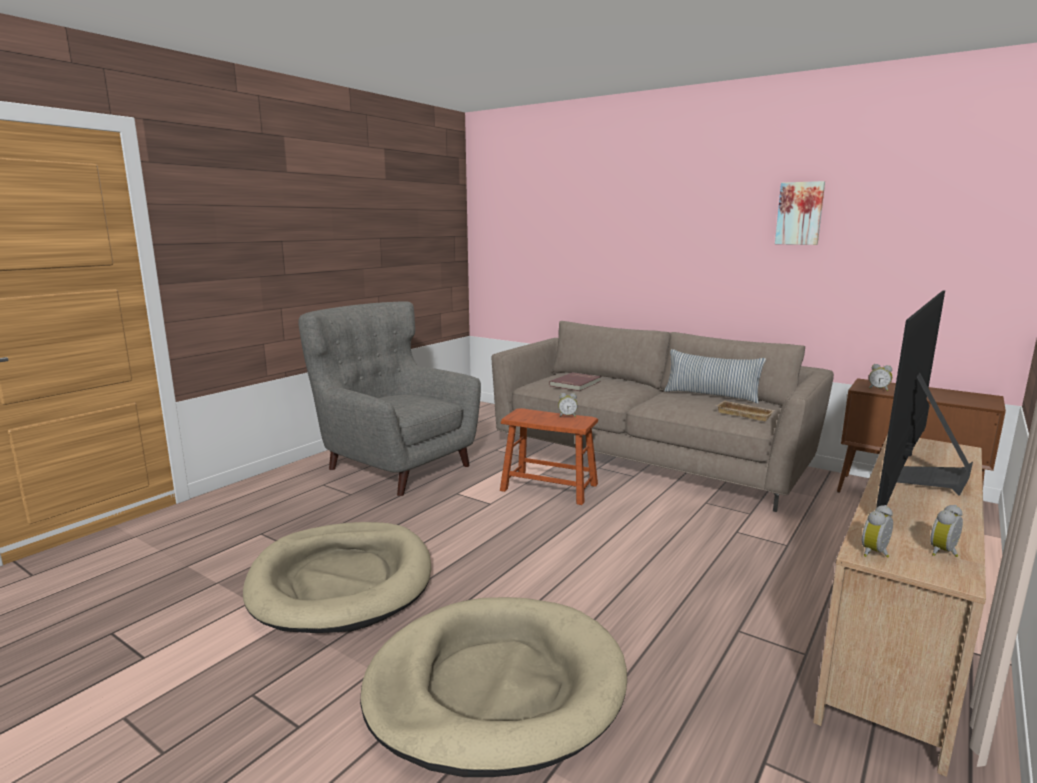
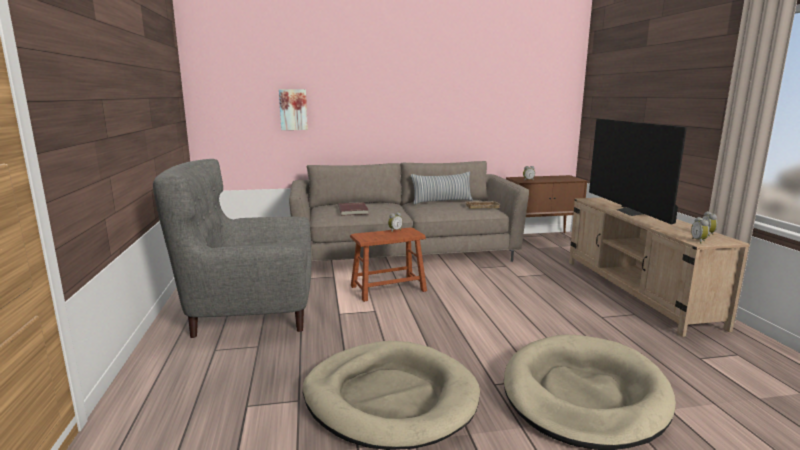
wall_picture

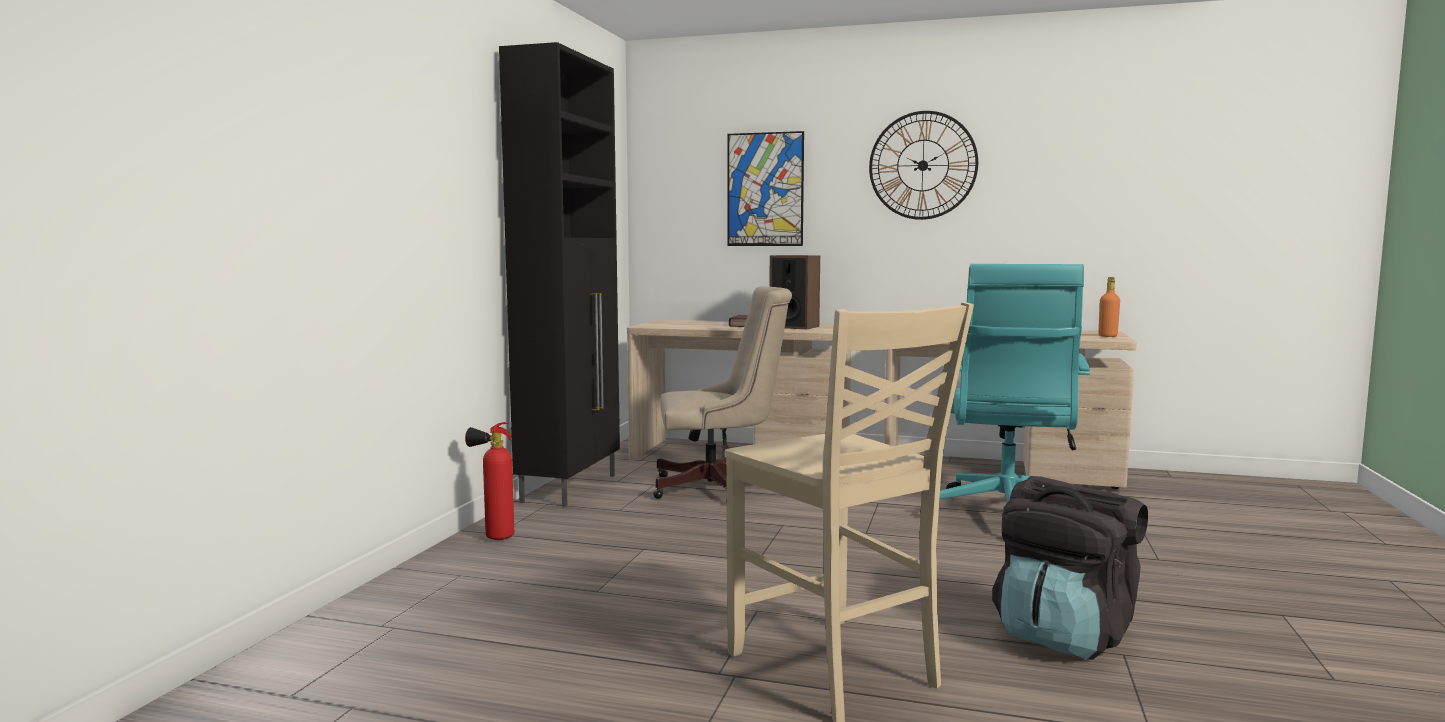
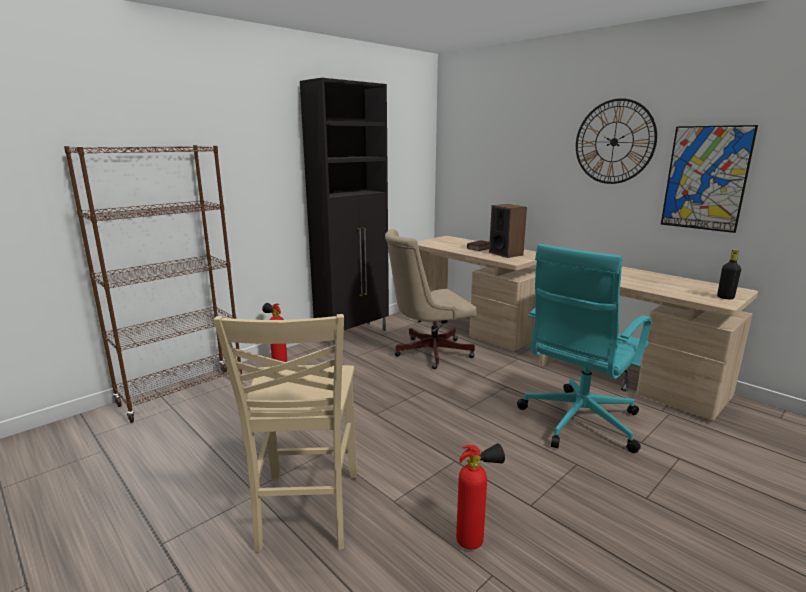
brown_bookshelf
wall_picture
extinguisher (no. 2 from left)
black-coloured_drink_bottle
beige-coloured_computer_chair

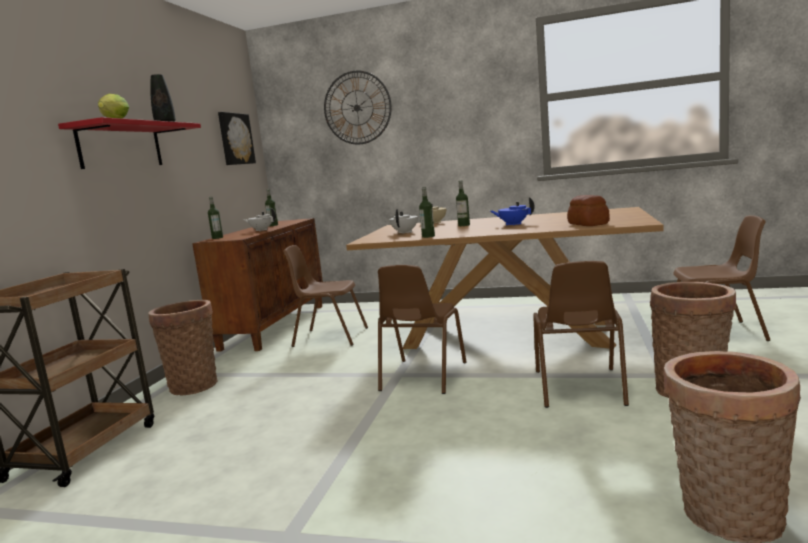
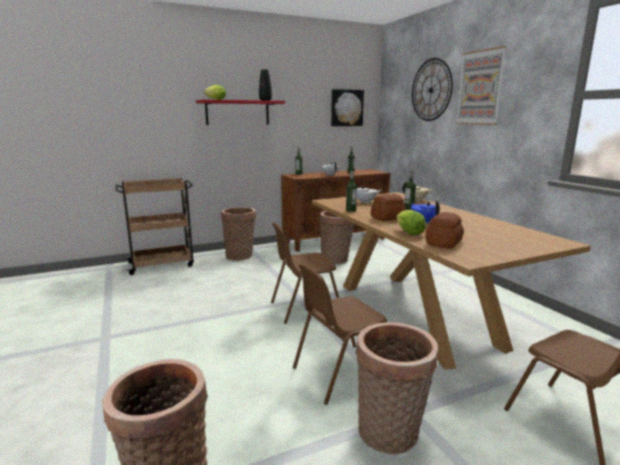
baked_bread (no. 1 from left)
lettuce (no. 2 from left)
wall_picture (no. 2 from left)
household_basket (no. 3 from left)

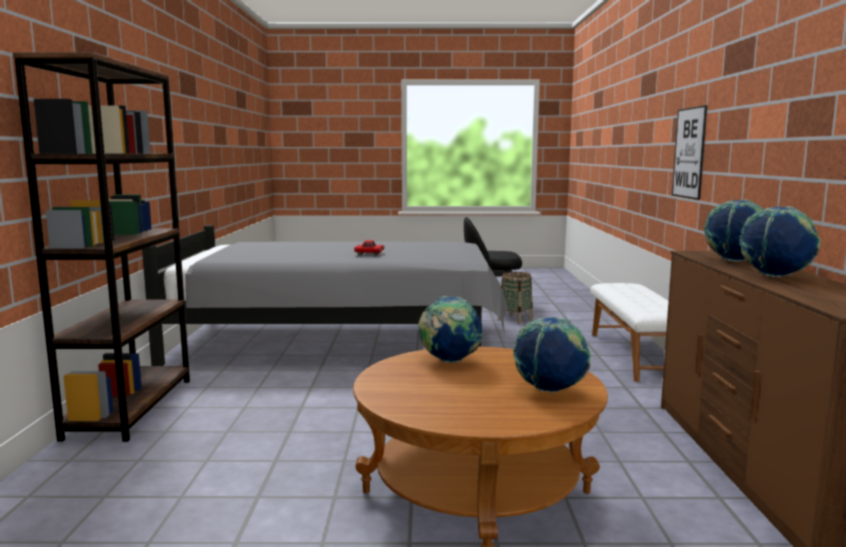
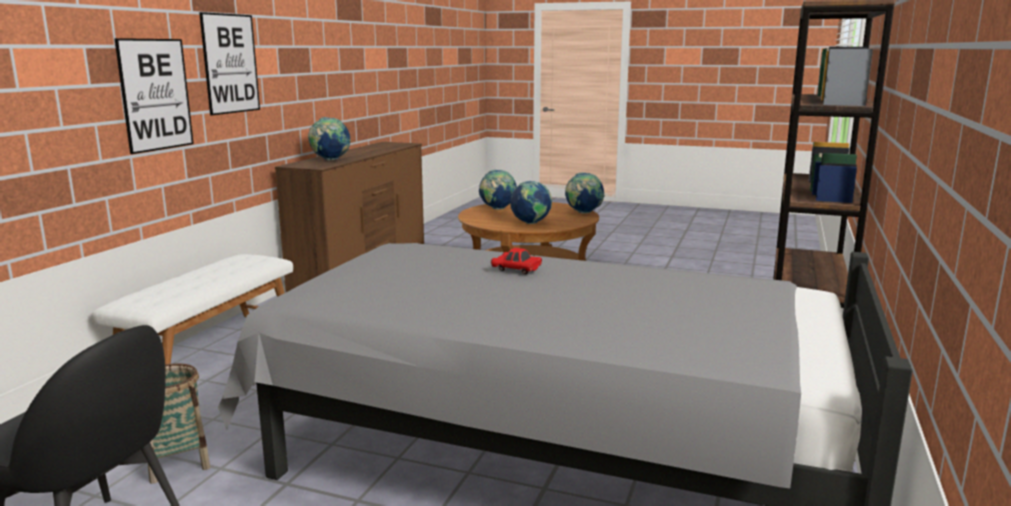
wall_picture (no. 2 from left)
desk_globe (no. 4 from left)

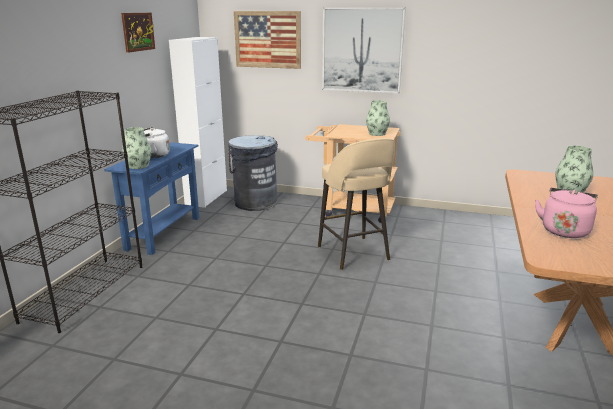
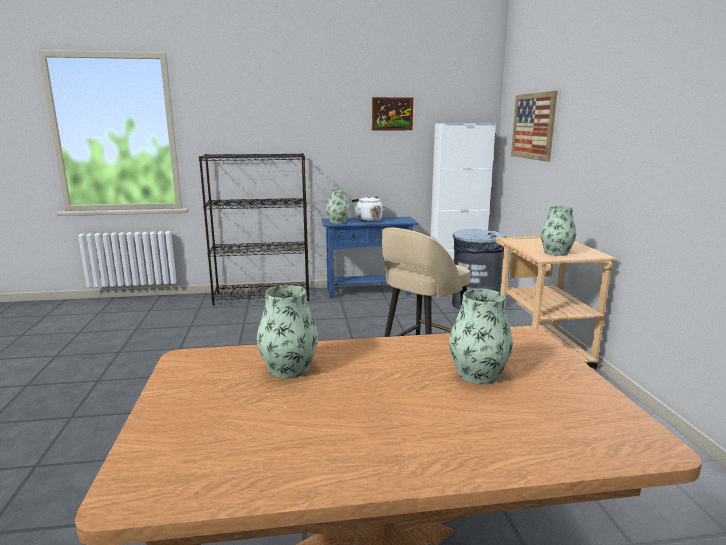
wall_picture (no. 3 from left in the first image)
flower_vase (no. 1 from left)

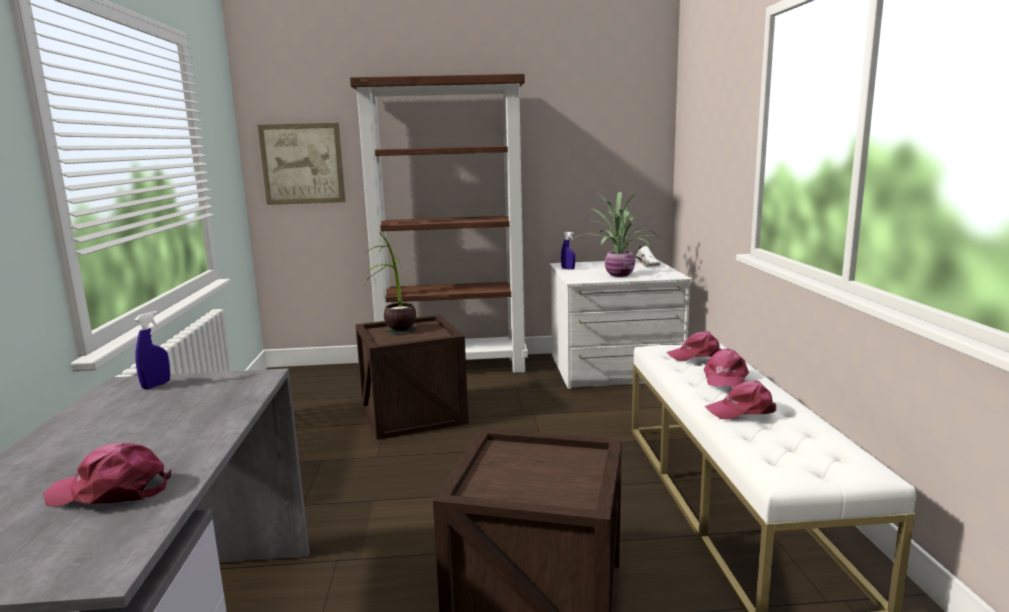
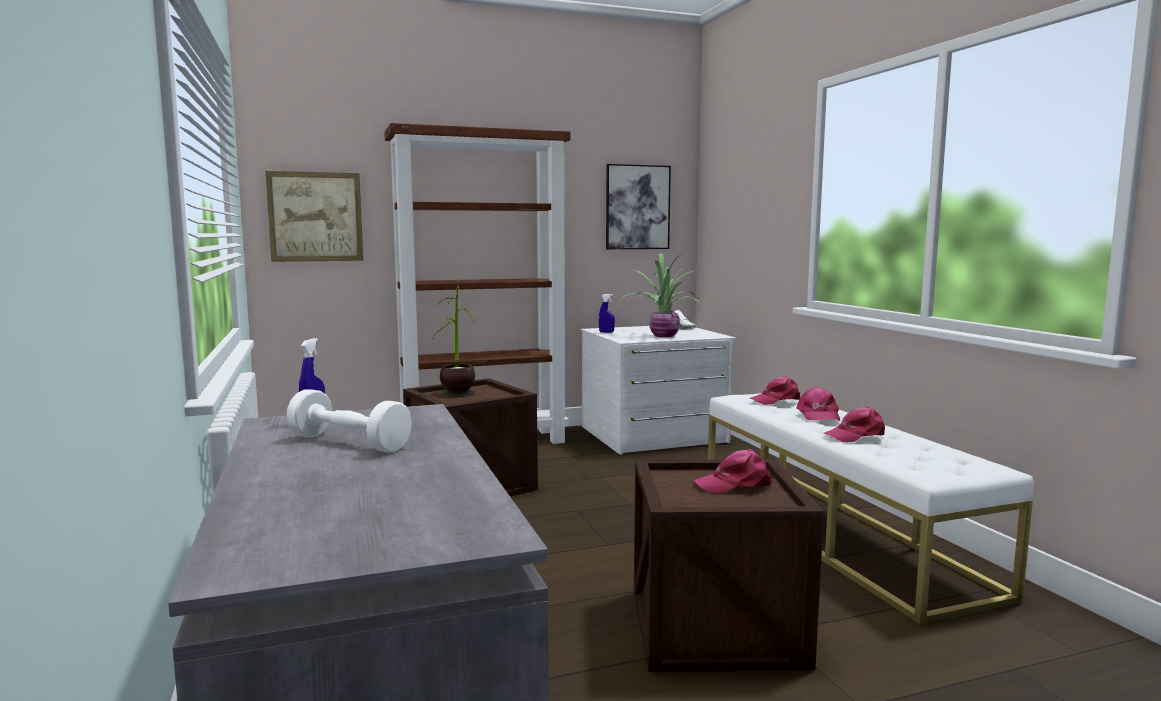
white-coloured_dumbbell
wall_picture (no. 2 from left)
pink_baseball_cap (no. 1 from left)

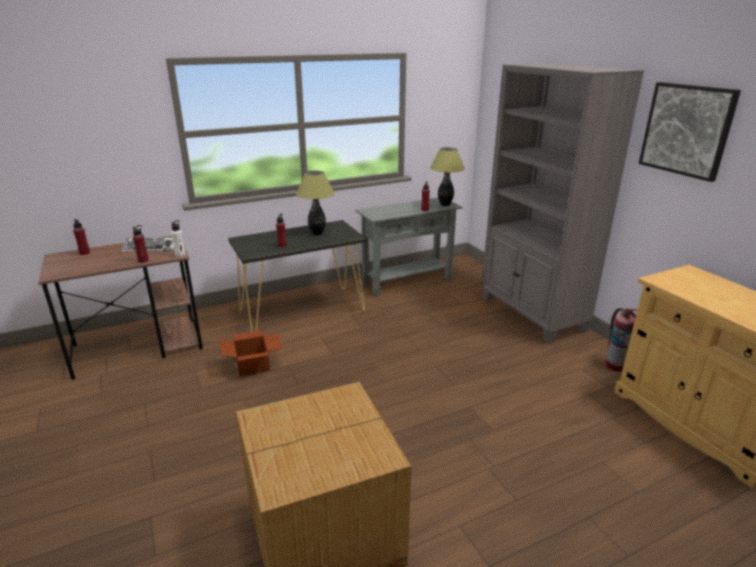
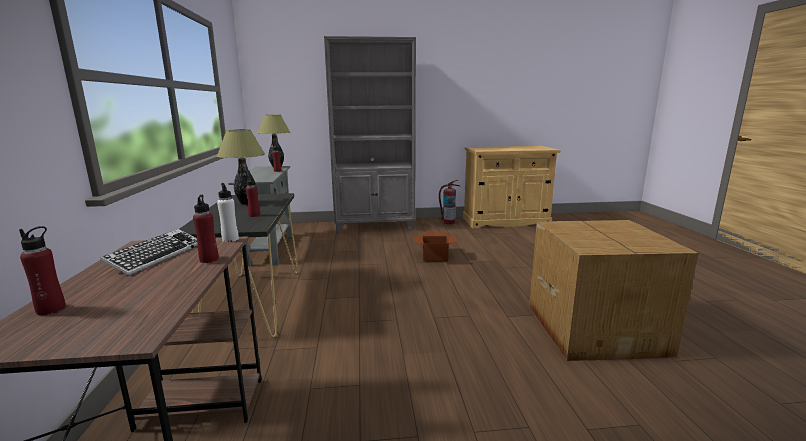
wall_picture
carton (no. 1 from left)

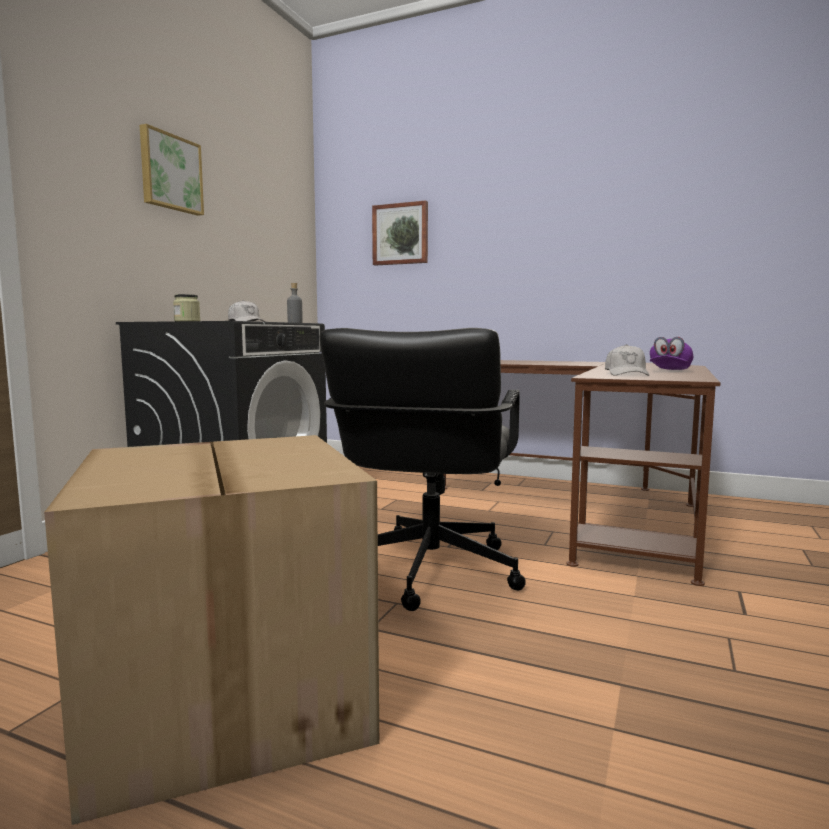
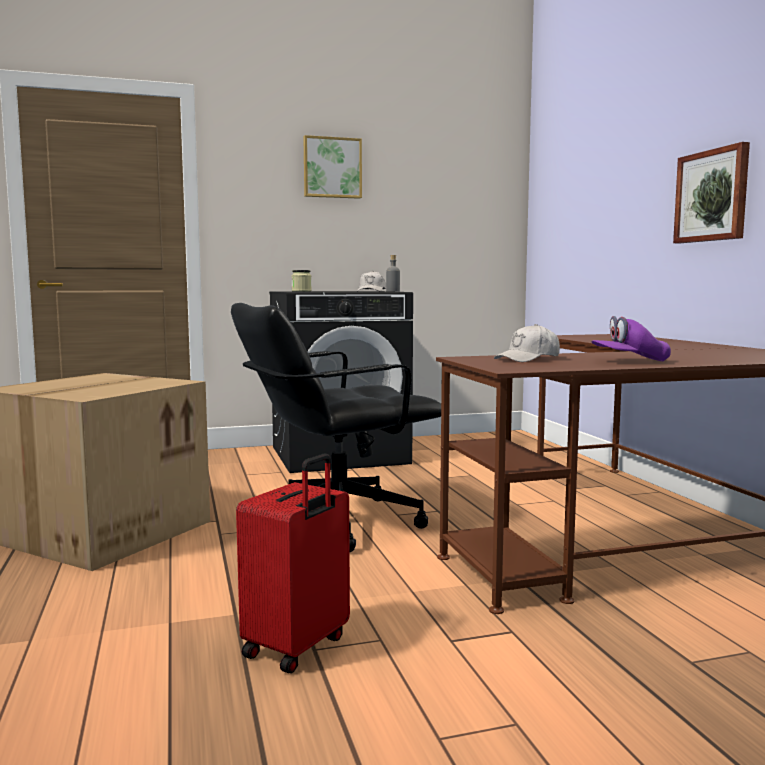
red-coloured_suitcase
wall_picture (no. 2 from left)

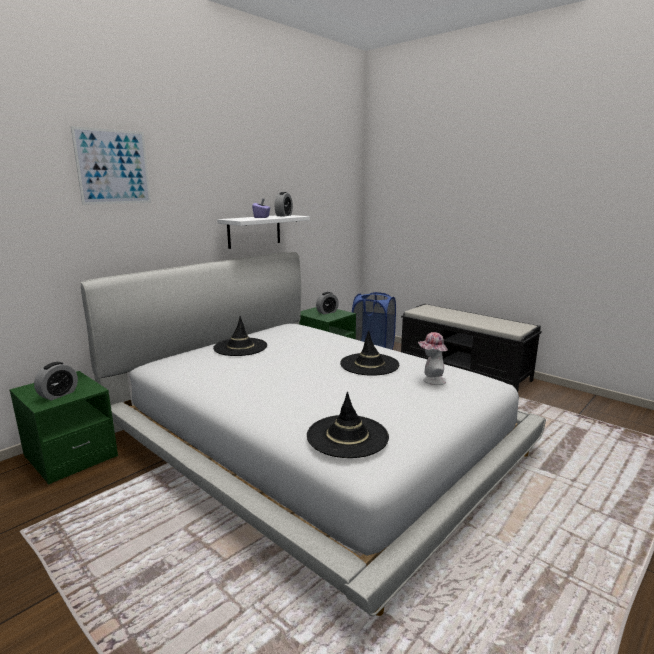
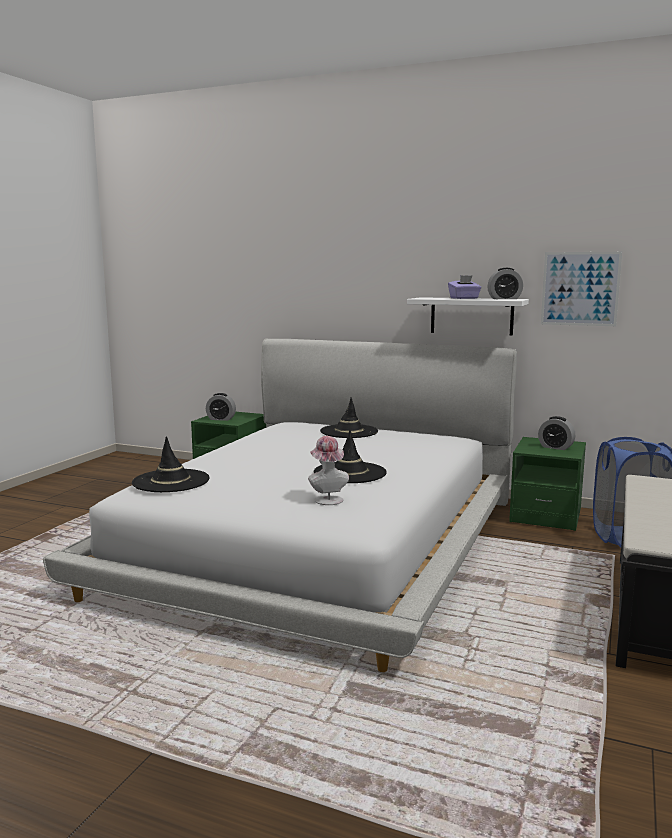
wall_picture

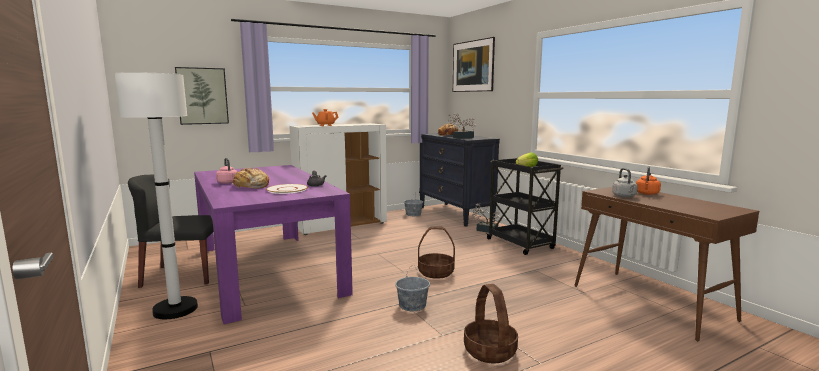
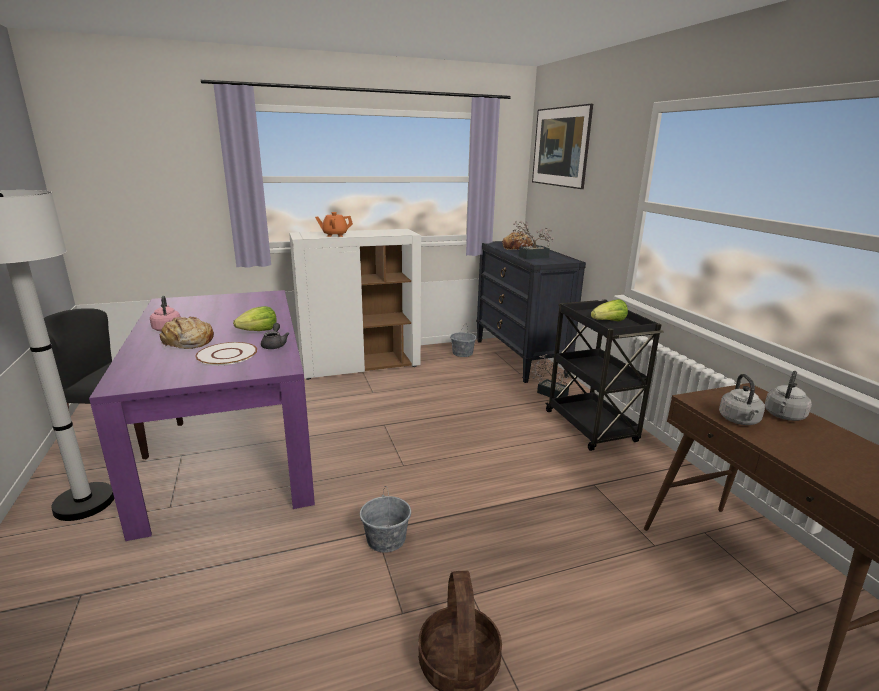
wall_picture (no. 1 from left in the first image)
household_basket (no. 1 from left in the first image)
lettuce (no. 1 from left)
grey_kettle (no. 2 from left)

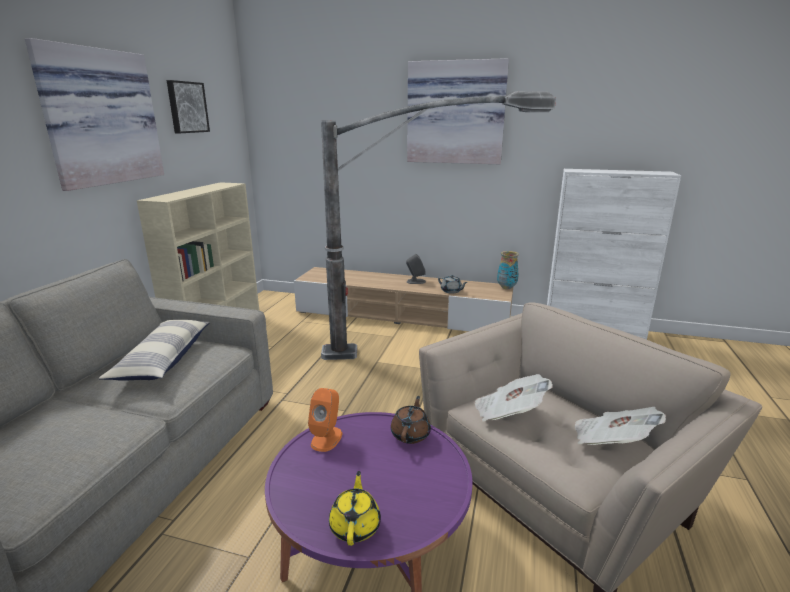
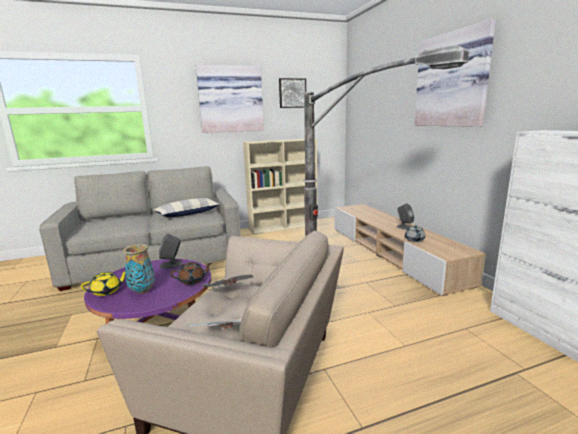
flower_vase
grey_speaker (no. 1 from left)

